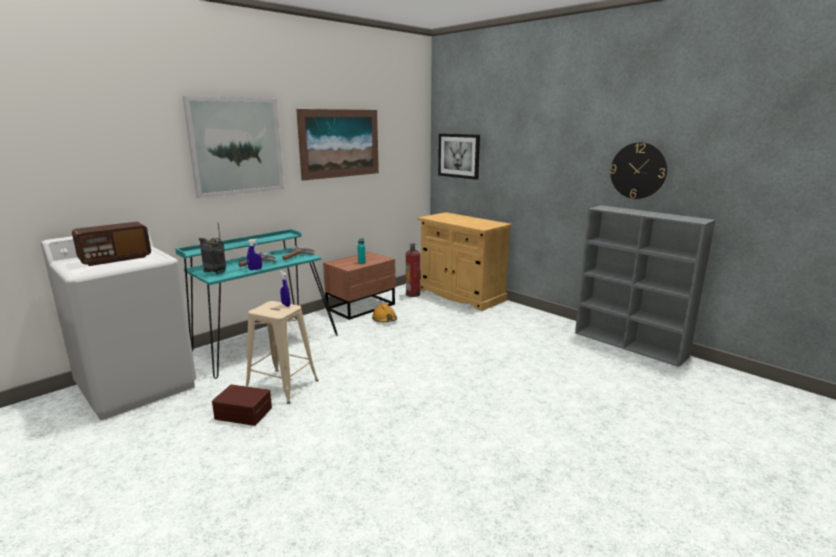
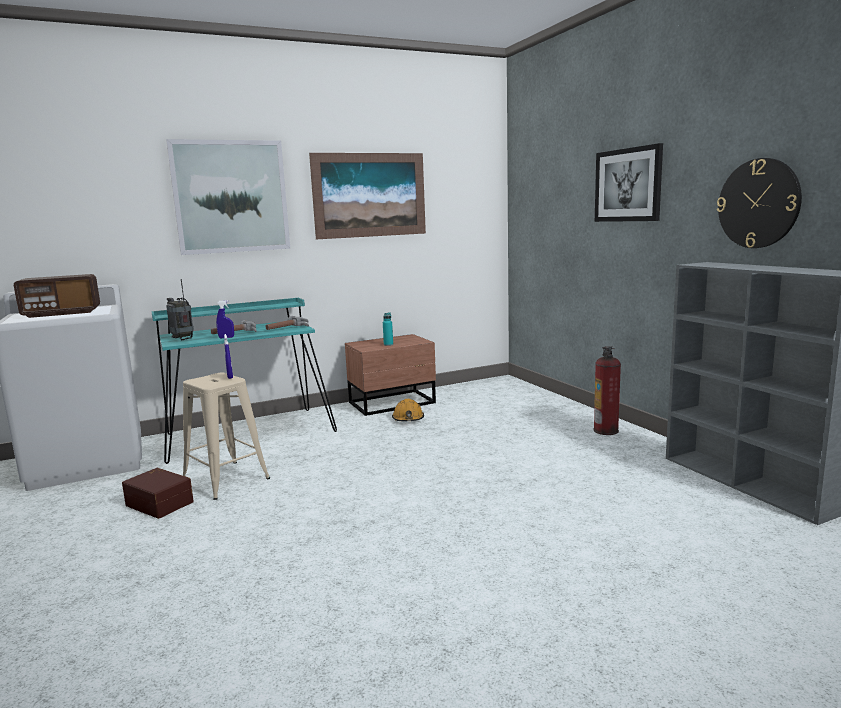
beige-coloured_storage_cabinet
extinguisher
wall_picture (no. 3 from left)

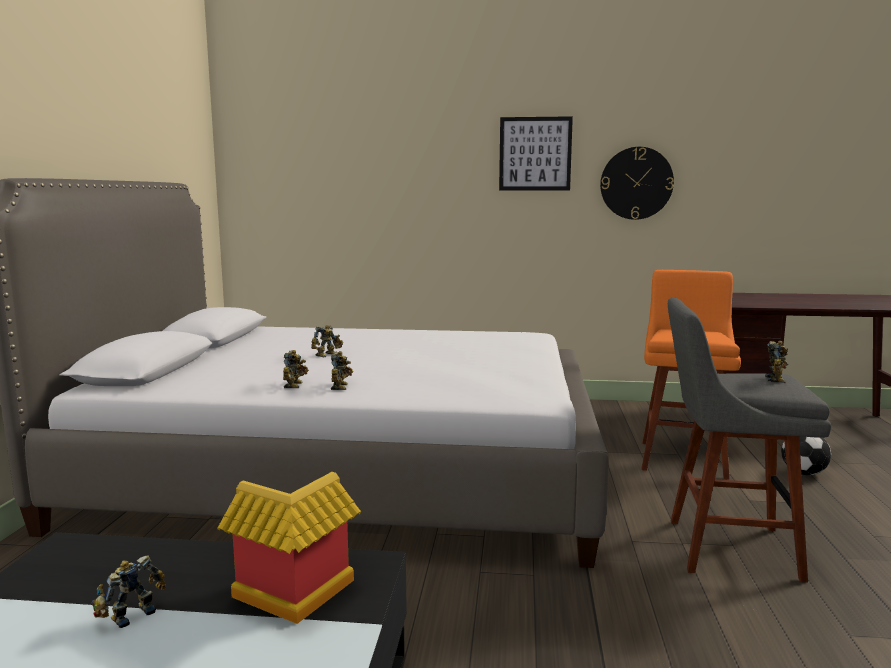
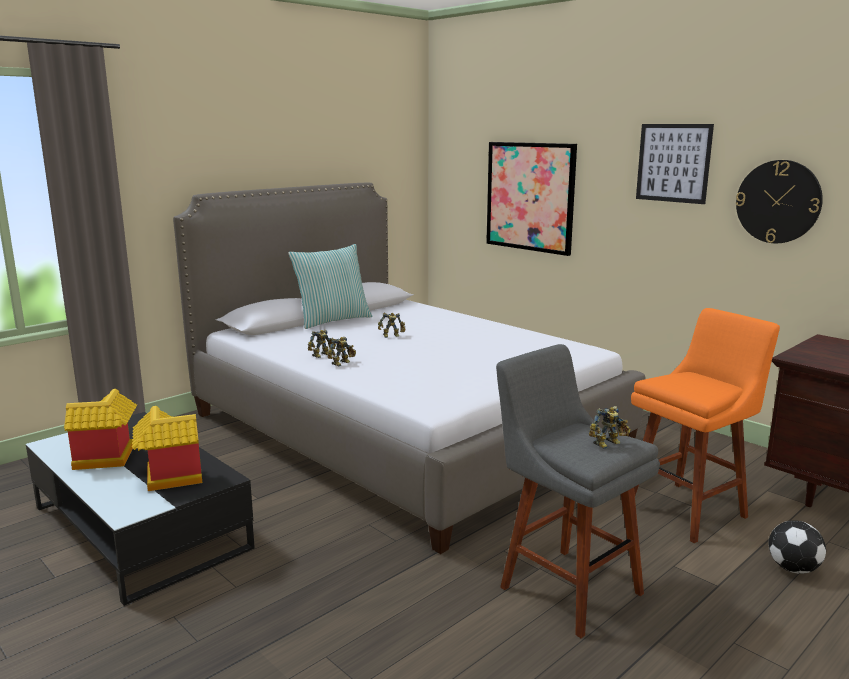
cushion
wall_picture (no. 1 from left)
model_house (no. 1 from left)

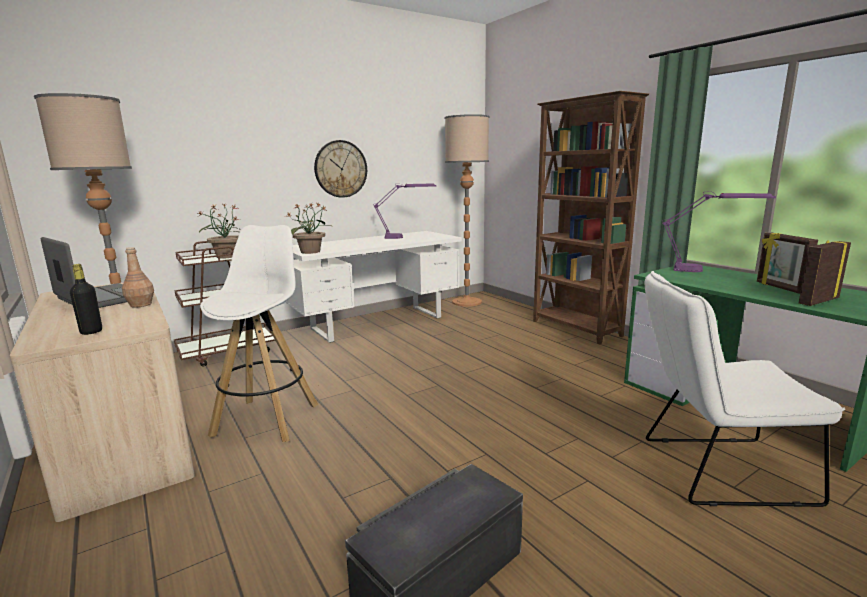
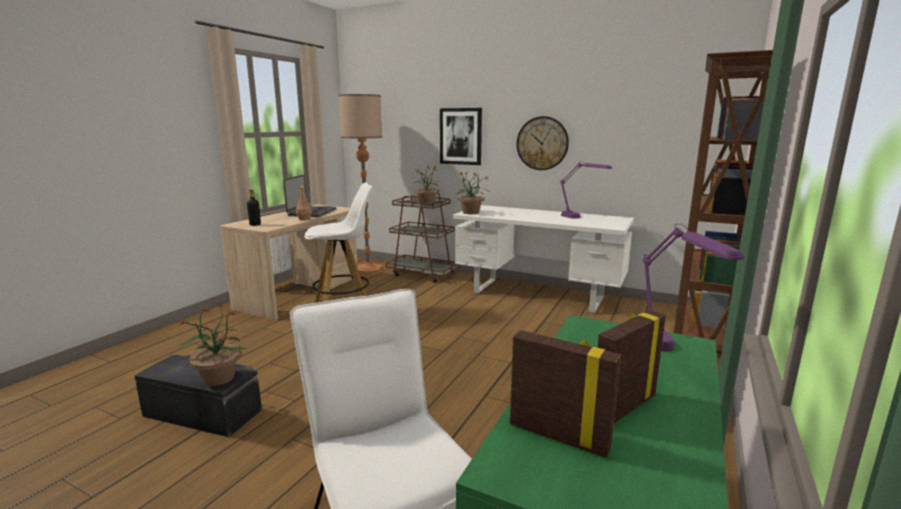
standard_lamp (no. 2 from left in the first image)
houseplant (no. 1 from left)
wall_picture

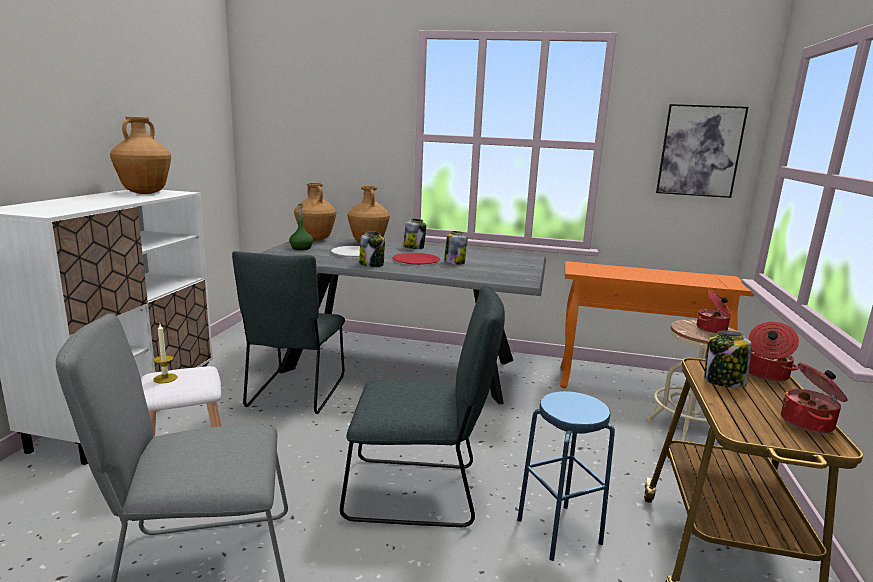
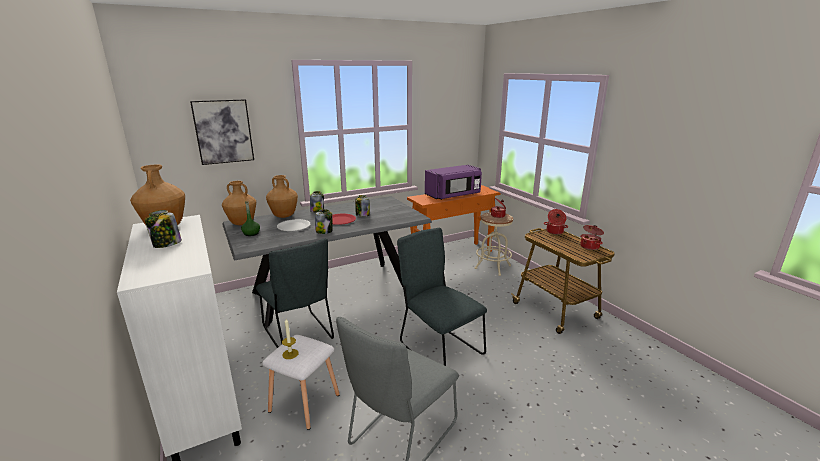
blue_sitting_stool
purplish_microwave
wall_picture
storage_jar (no. 1 from left)
grey_chair (no. 3 from left)

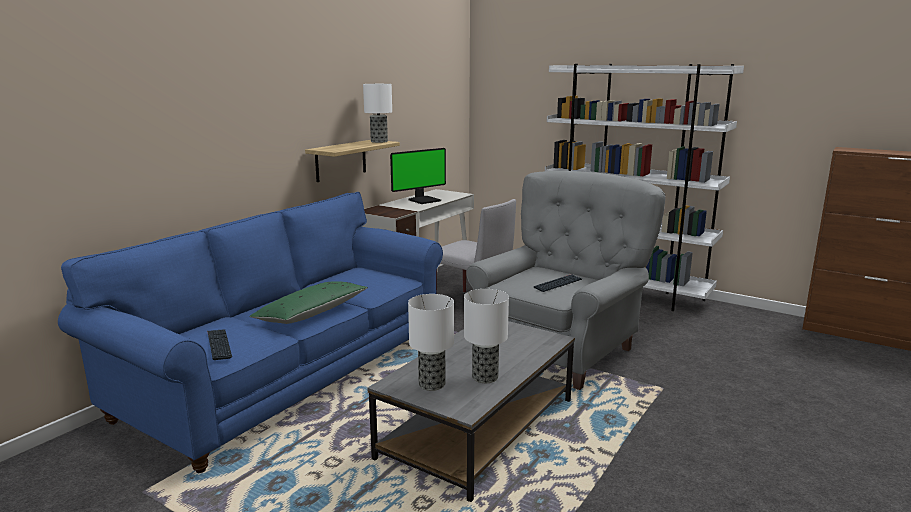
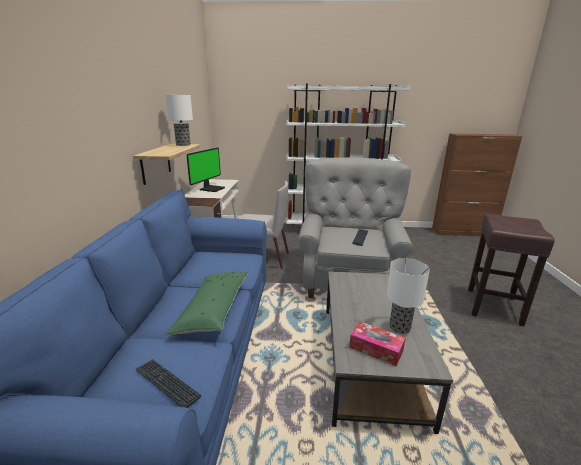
brown_sitting_stool
box_of_tissues

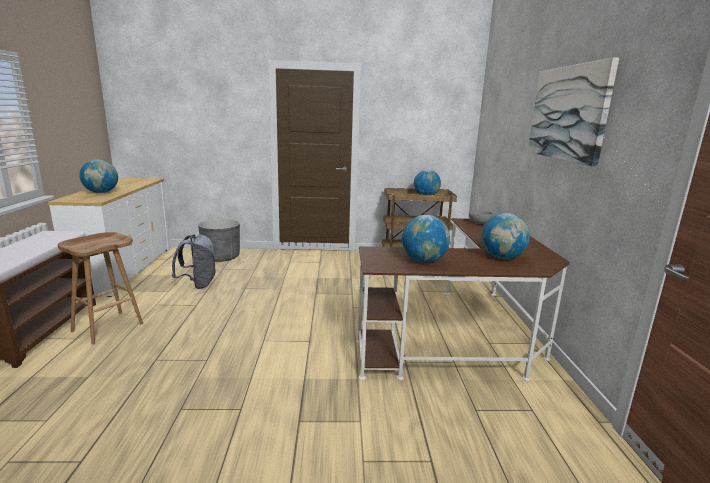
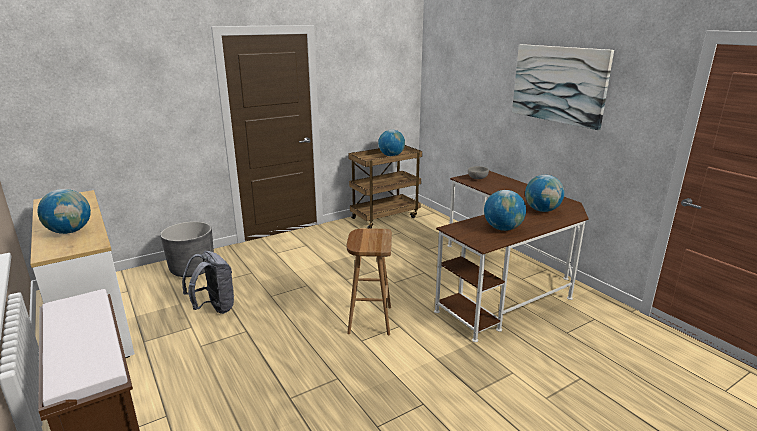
brown_sitting_stool

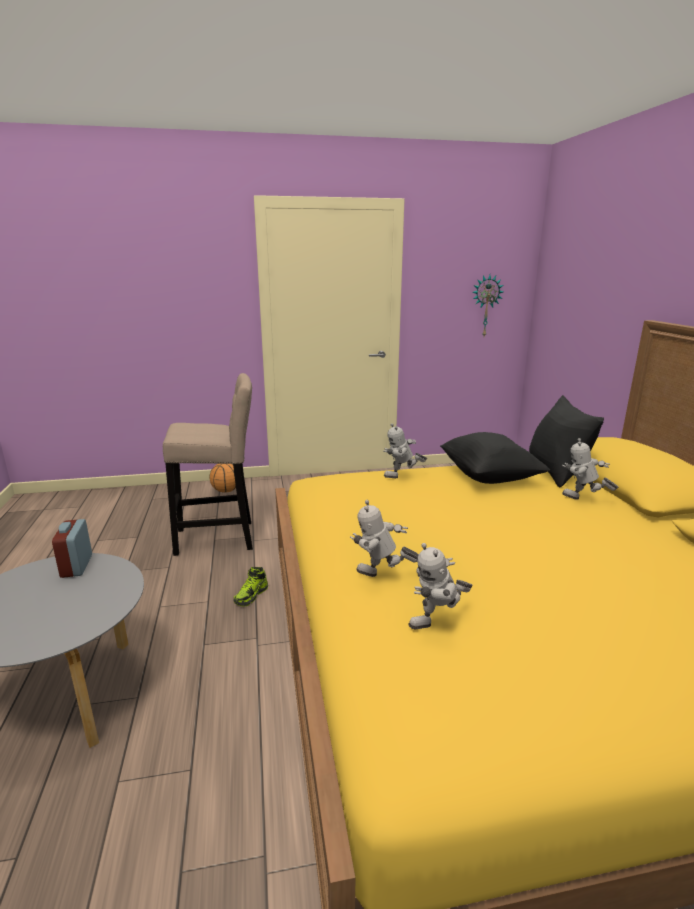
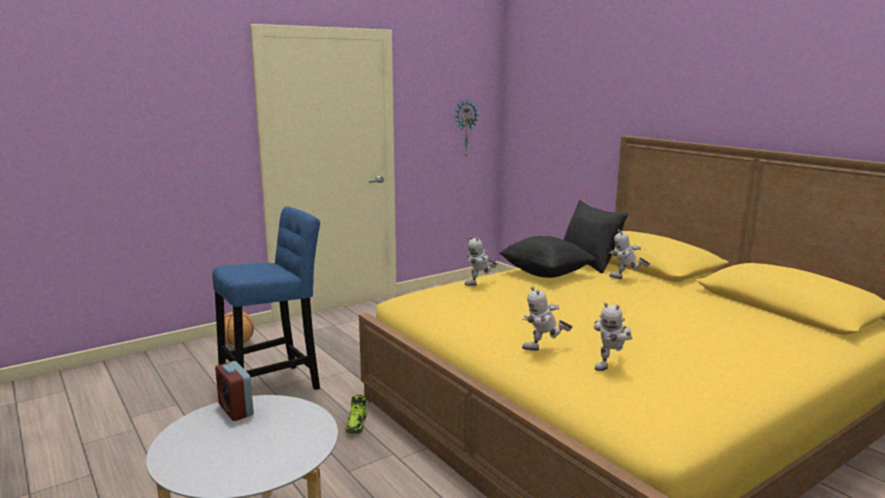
blue_sitting_stool

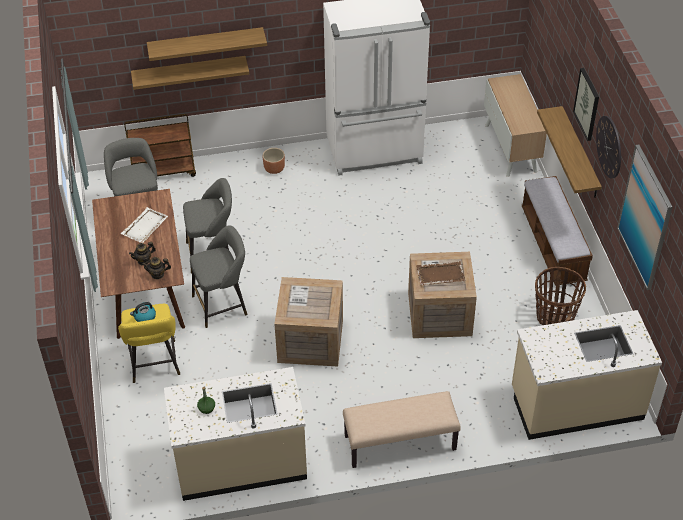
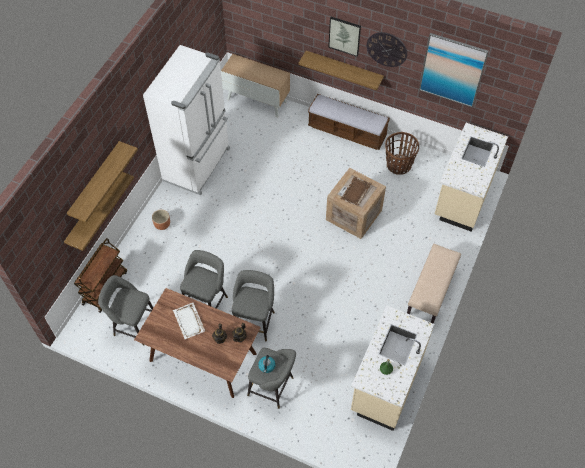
packing_crate (no. 1 from left in the first image)
grey_sitting_stool (no. 4 from left)

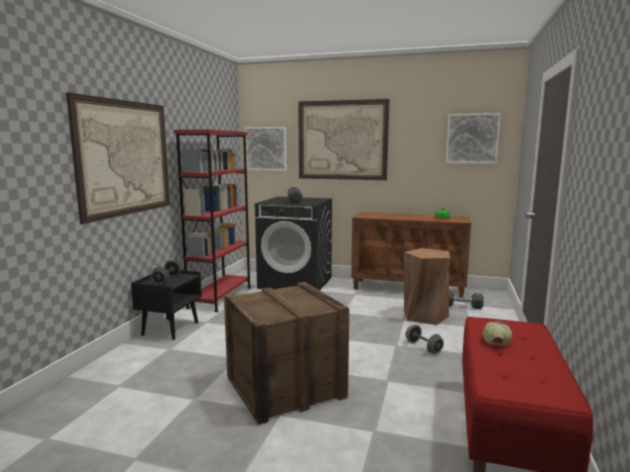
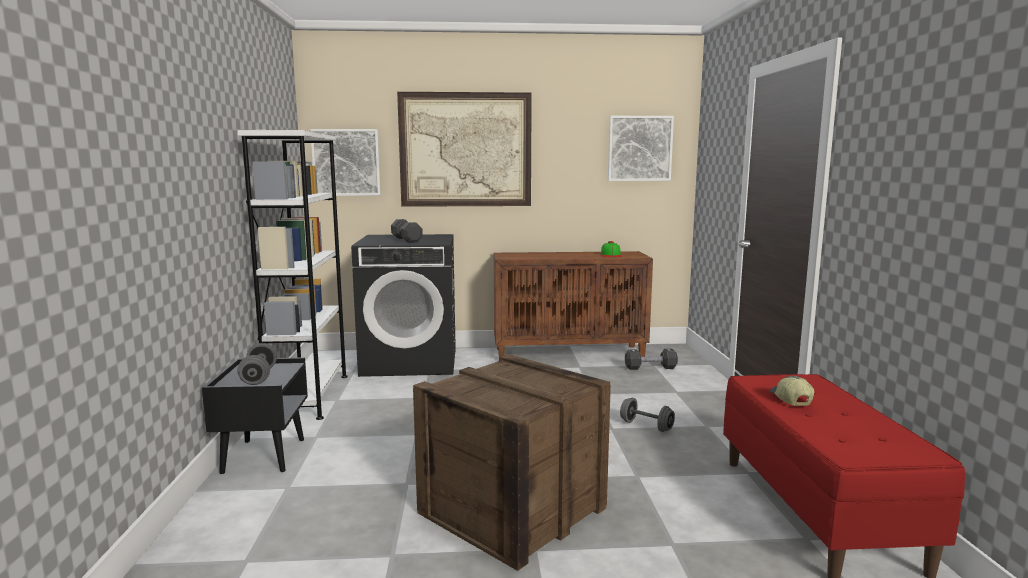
wall_picture (no. 1 from left in the first image)
brown_sitting_stool
white-coloured_bookshelf

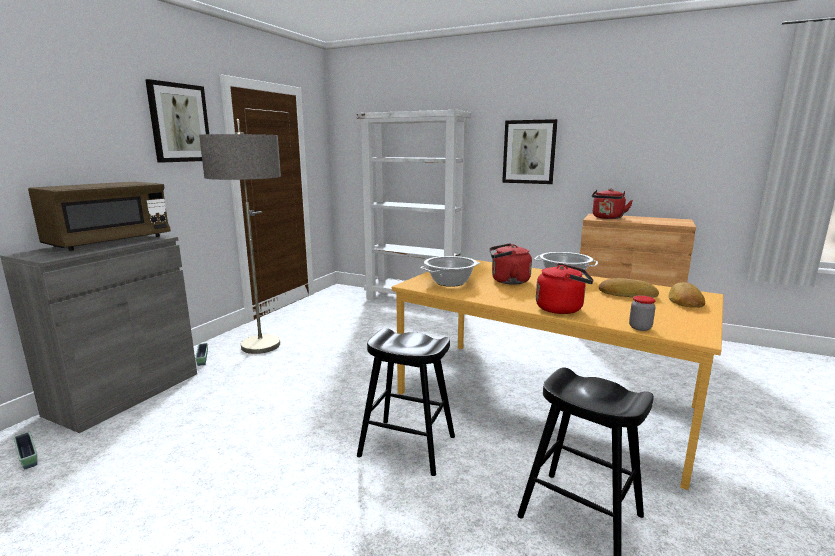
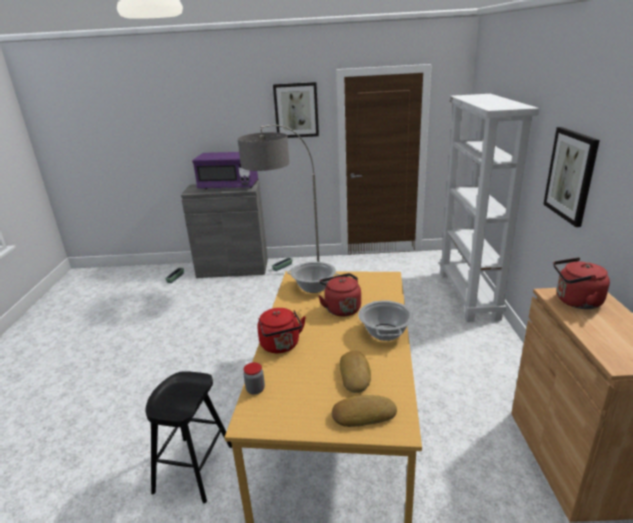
black-coloured_sitting_stool (no. 1 from left in the first image)
purplish_microwave

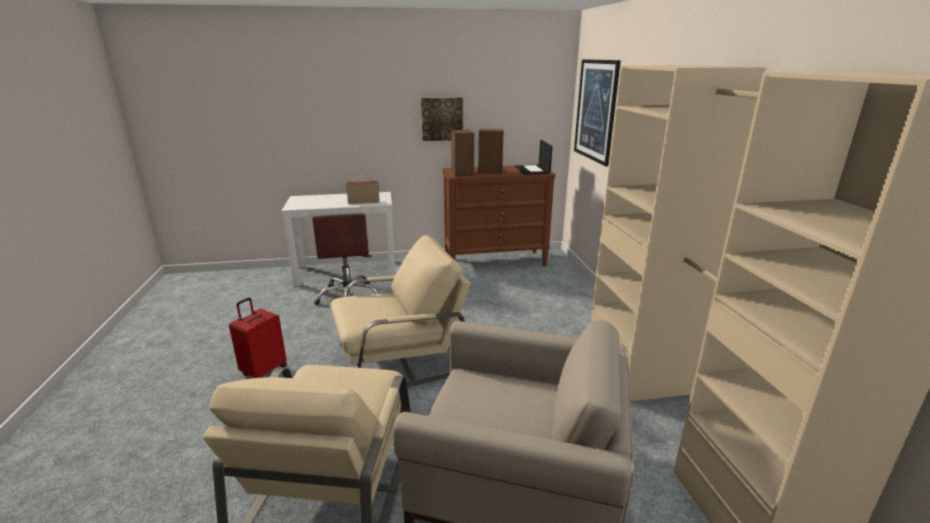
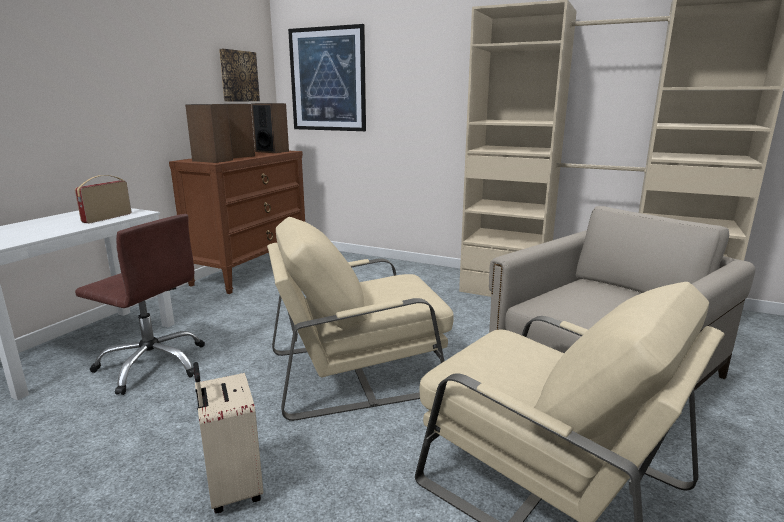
wall_picture (no. 1 from left)
speaker (no. 3 from left)
beige-coloured_suitcase
beige-coloured_easy_chair (no. 1 from left)

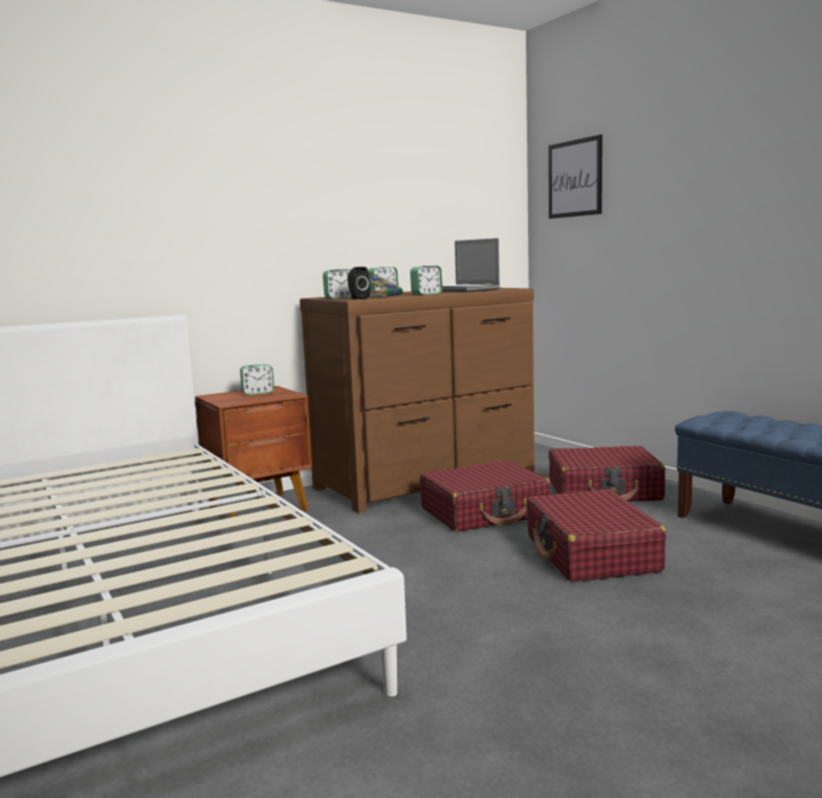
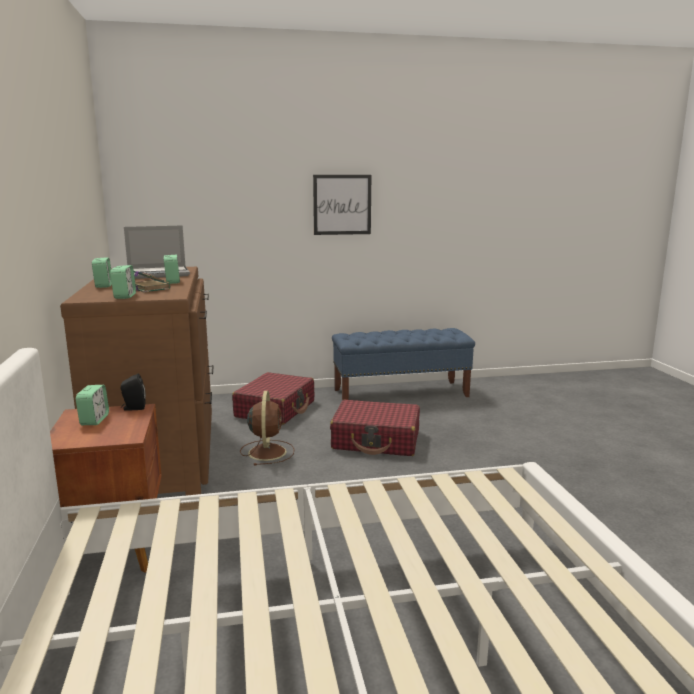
black-coloured_speaker
wall_picture
brown_fan

